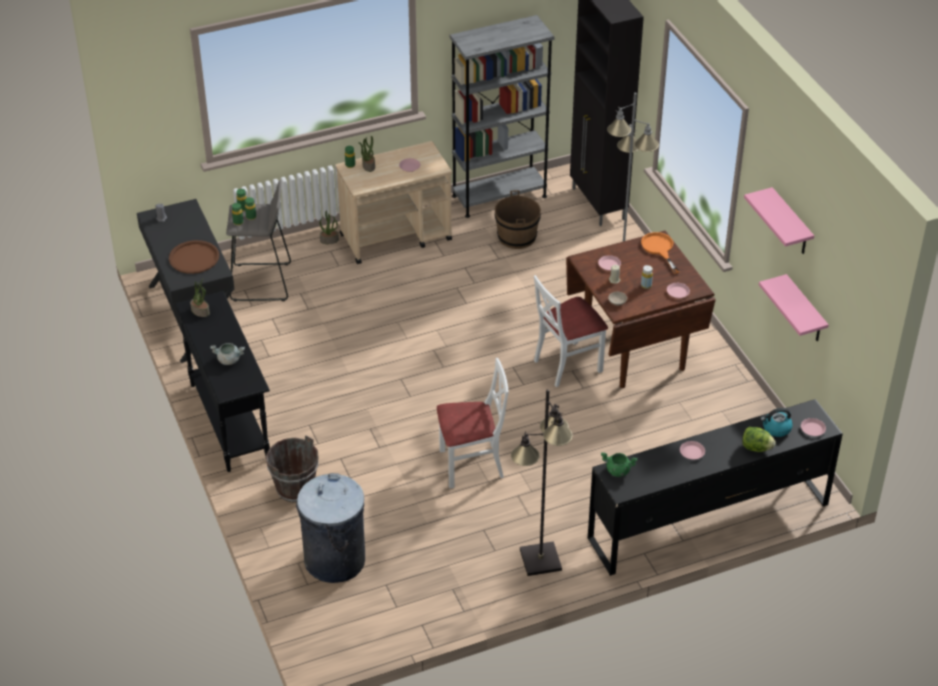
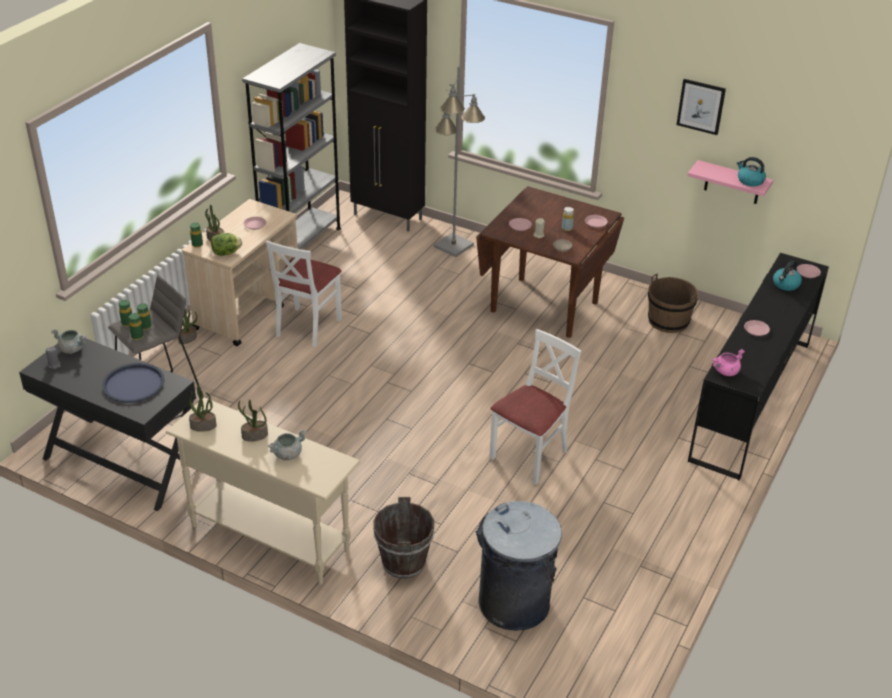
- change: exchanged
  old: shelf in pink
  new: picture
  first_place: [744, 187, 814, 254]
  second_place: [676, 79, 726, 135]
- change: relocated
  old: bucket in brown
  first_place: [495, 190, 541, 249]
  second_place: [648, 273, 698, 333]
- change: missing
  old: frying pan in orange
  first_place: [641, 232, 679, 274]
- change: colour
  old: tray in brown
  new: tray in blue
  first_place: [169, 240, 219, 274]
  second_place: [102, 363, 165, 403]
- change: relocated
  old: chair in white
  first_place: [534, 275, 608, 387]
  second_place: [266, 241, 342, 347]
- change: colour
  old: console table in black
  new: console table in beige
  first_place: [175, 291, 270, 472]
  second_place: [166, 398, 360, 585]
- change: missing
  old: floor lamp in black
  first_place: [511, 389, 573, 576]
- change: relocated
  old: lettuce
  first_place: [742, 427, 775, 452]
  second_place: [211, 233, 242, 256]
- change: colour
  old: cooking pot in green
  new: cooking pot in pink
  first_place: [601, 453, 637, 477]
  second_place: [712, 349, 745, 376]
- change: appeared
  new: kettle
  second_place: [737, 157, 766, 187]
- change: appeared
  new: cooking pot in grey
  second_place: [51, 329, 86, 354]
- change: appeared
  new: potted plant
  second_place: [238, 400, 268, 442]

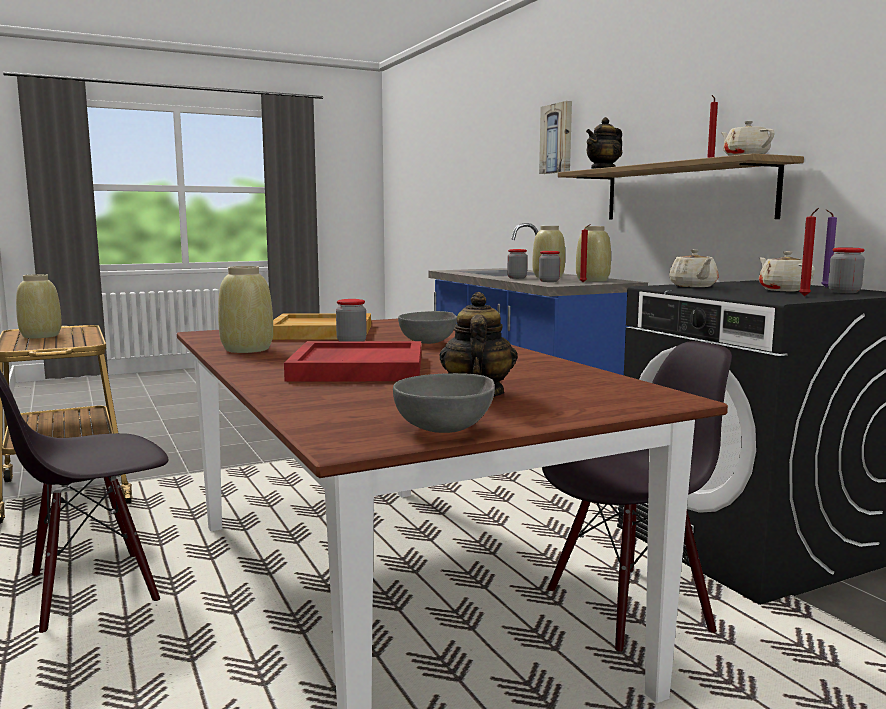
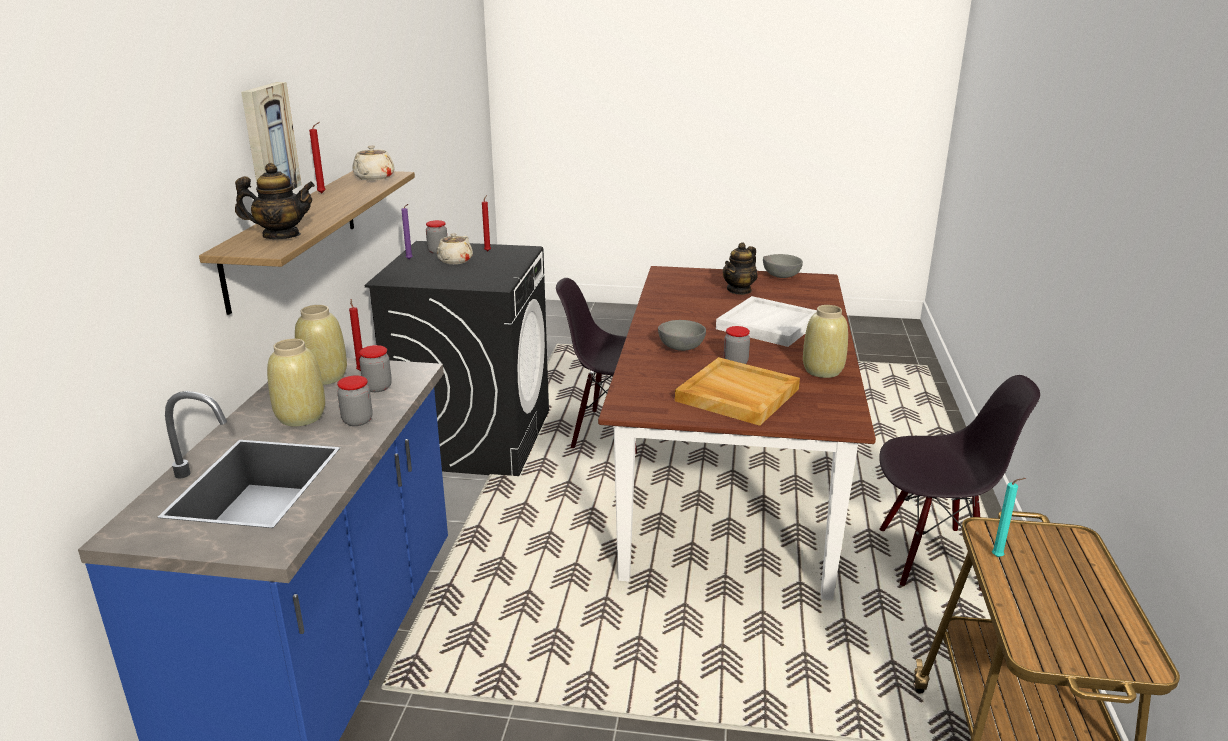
- change: relocated
  old: picture
  first_place: [539, 101, 572, 174]
  second_place: [241, 82, 301, 190]
- change: missing
  old: teapot in beige
  first_place: [669, 249, 719, 287]
- change: missing
  old: vase in beige
  first_place: [16, 274, 62, 338]
- change: colour
  old: tray in red
  new: tray in white
  first_place: [284, 341, 421, 382]
  second_place: [716, 296, 817, 347]
- change: appeared
  new: candle in turquoise
  second_place: [992, 478, 1026, 557]

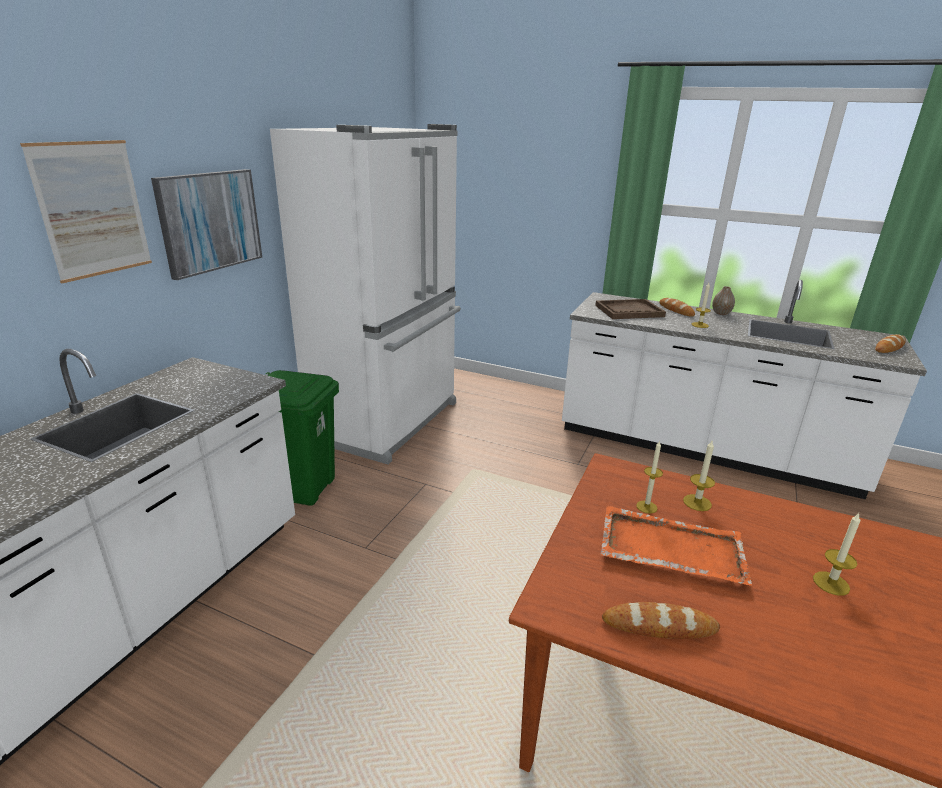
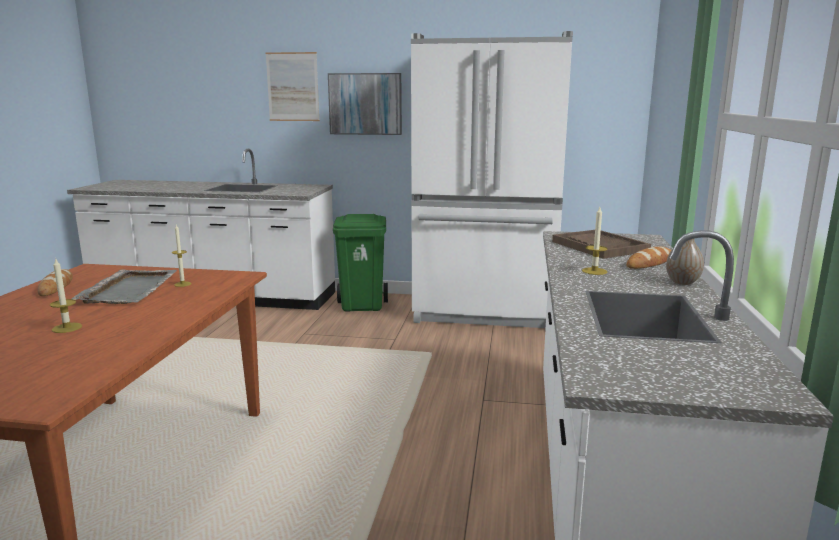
- change: missing
  old: bread
  first_place: [875, 334, 906, 353]
- change: missing
  old: candle
  first_place: [683, 439, 715, 511]
- change: colour
  old: tray in orange
  new: tray in grey
  first_place: [601, 506, 752, 586]
  second_place: [72, 269, 177, 304]

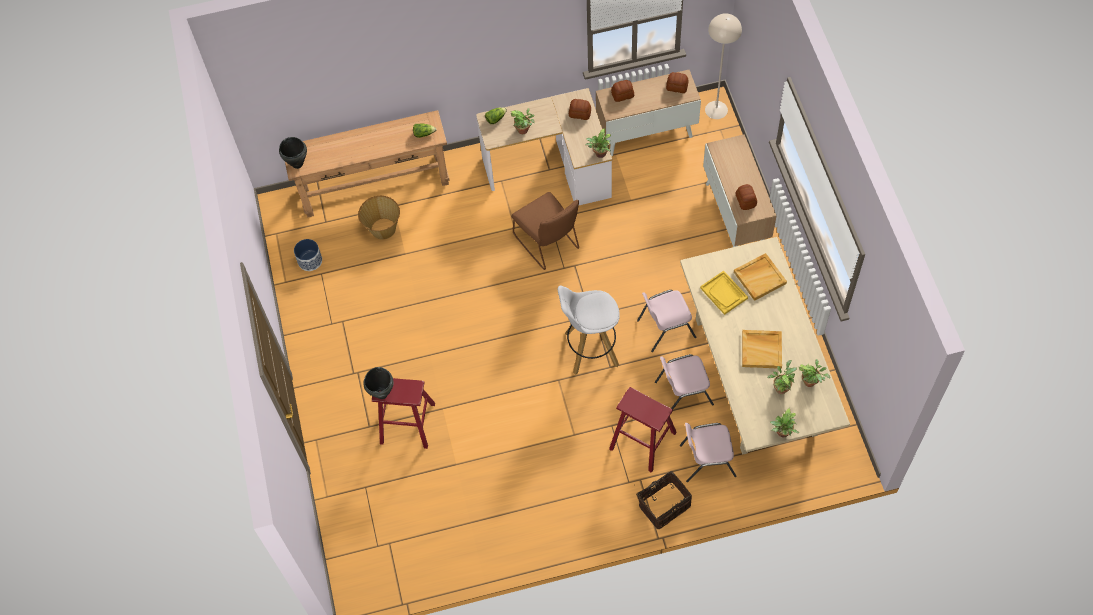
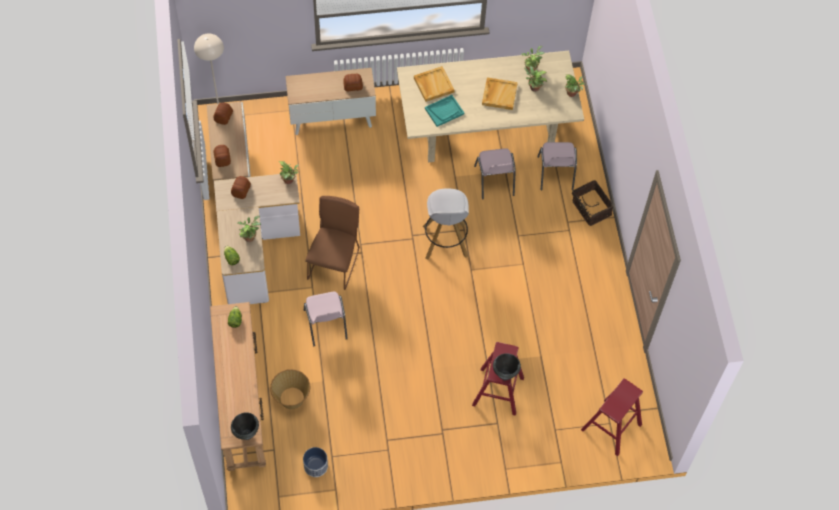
- change: spun
  old: chair in brown
  first_place: [511, 192, 579, 270]
  second_place: [305, 196, 359, 290]
  degrees: -45
- change: colour
  old: tray in yellow
  new: tray in turquoise
  first_place: [700, 271, 748, 315]
  second_place: [425, 95, 464, 127]
- change: relocated
  old: chair in pink
  first_place: [637, 290, 696, 352]
  second_place: [304, 292, 348, 346]
- change: relocated
  old: stool in red
  first_place: [609, 387, 677, 473]
  second_place: [581, 378, 643, 456]

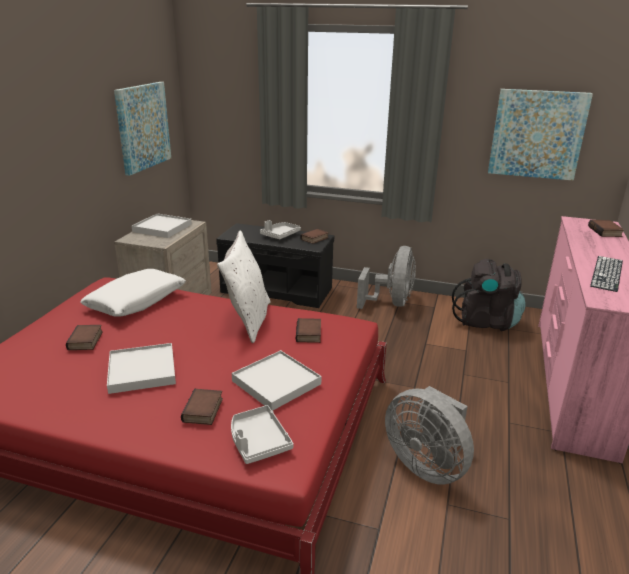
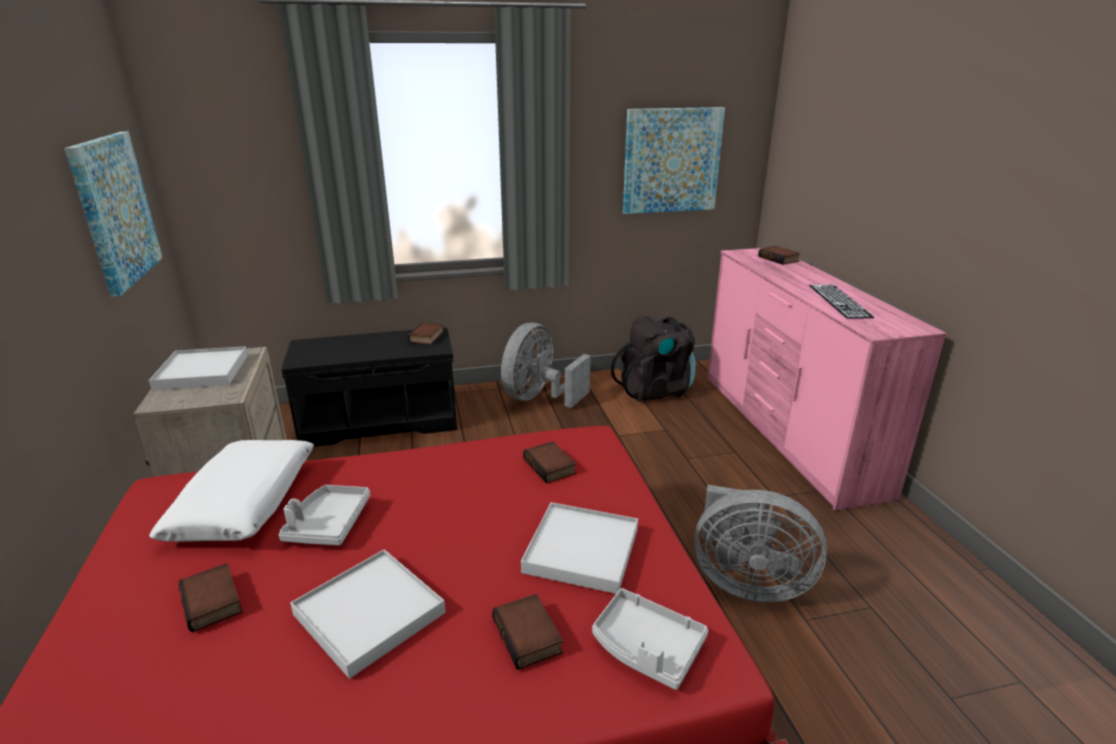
- change: relocated
  old: tray in grey
  first_place: [260, 220, 301, 239]
  second_place: [279, 485, 370, 545]
- change: missing
  old: pillow in white
  first_place: [217, 231, 270, 343]
- change: spun
  old: fan in grey
  first_place: [357, 246, 416, 309]
  second_place: [501, 323, 591, 408]
  degrees: -135

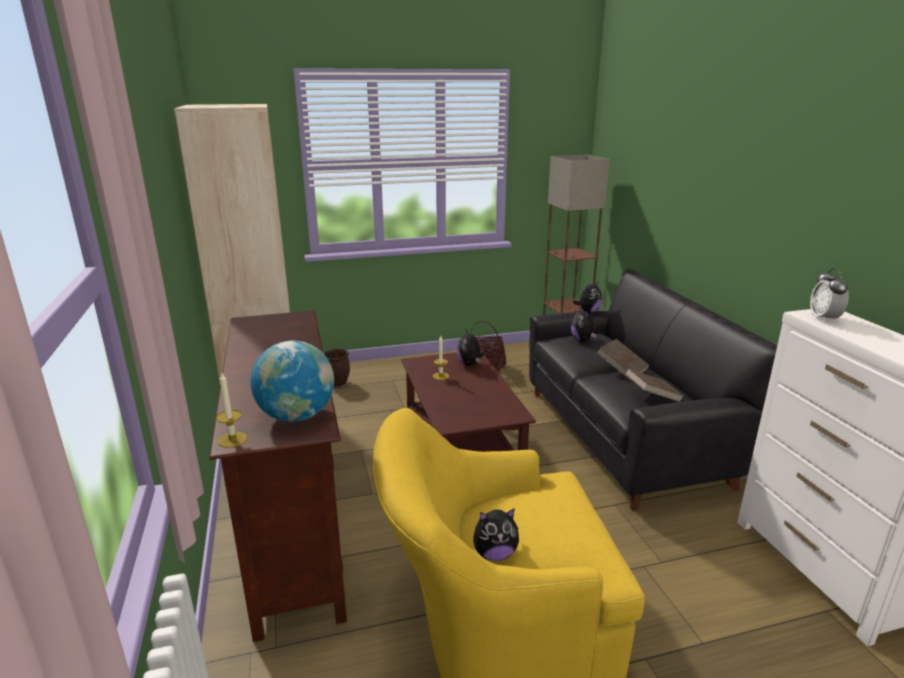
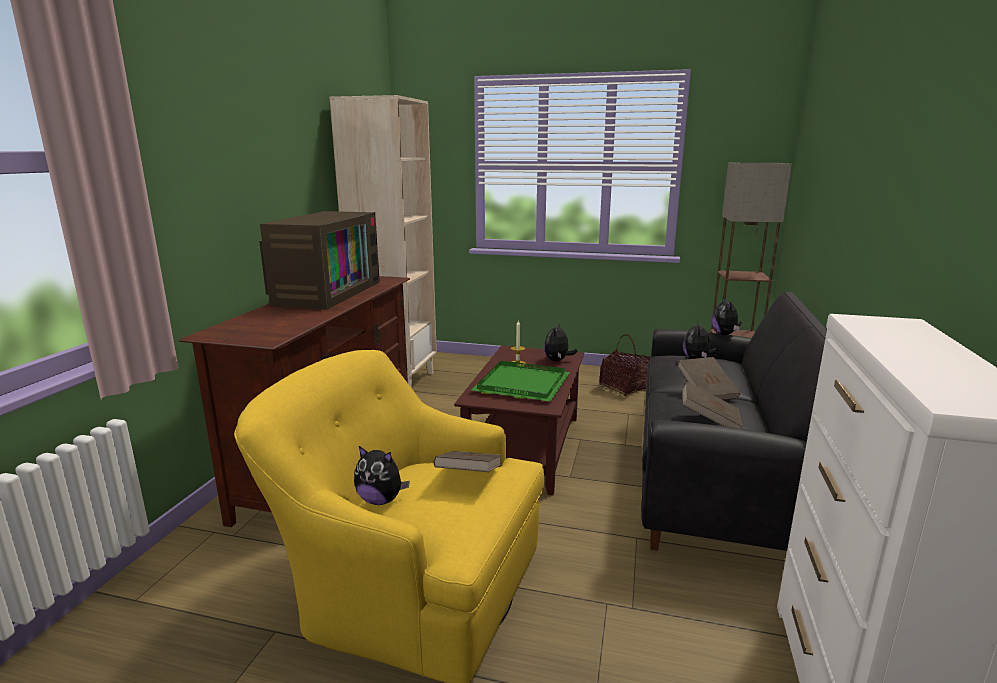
- change: missing
  old: alarm clock
  first_place: [810, 268, 849, 322]
- change: spun
  old: plush toy
  first_place: [573, 281, 602, 313]
  second_place: [712, 297, 742, 335]
  degrees: 105
- change: missing
  old: globe
  first_place: [250, 341, 334, 422]
- change: missing
  old: planter in brown
  first_place: [324, 348, 350, 386]
- change: missing
  old: candle
  first_place: [216, 373, 248, 448]
- change: appeared
  new: television
  second_place: [259, 211, 380, 309]
- change: appeared
  new: tray in green
  second_place: [471, 361, 570, 402]
- change: appeared
  new: book in brown
  second_place: [433, 451, 502, 472]

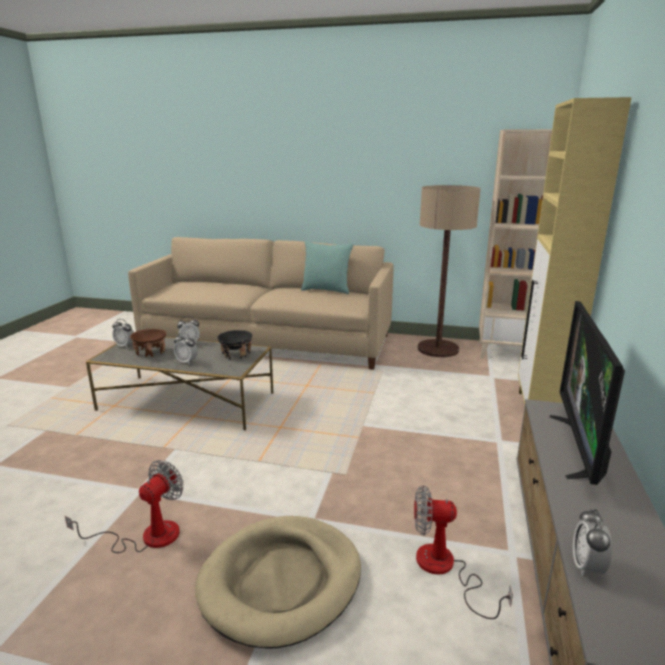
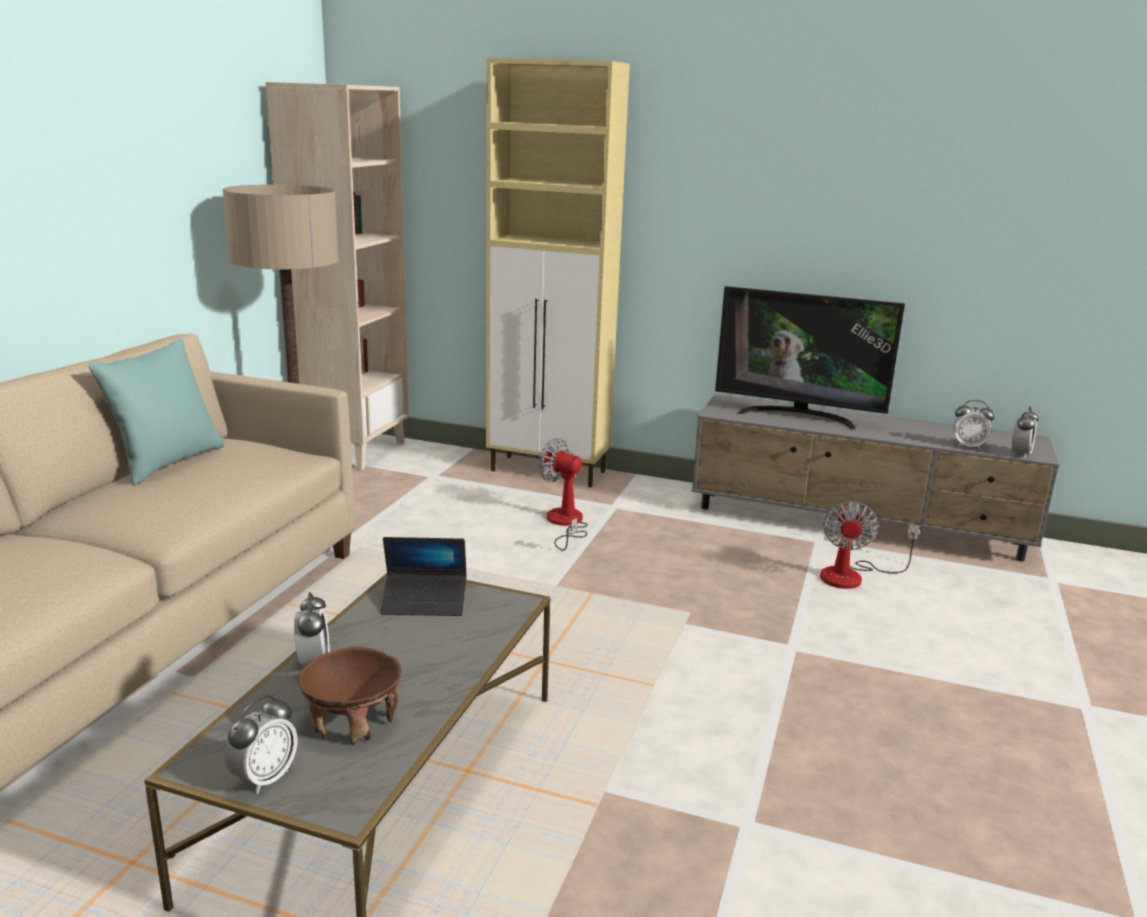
- change: exchanged
  old: bowl in black
  new: laptop
  first_place: [218, 330, 252, 360]
  second_place: [380, 537, 467, 616]
- change: relocated
  old: alarm clock
  first_place: [174, 333, 198, 365]
  second_place: [1012, 407, 1039, 459]
- change: relocated
  old: fan
  first_place: [65, 460, 184, 553]
  second_place: [539, 438, 588, 551]
- change: missing
  old: dog bed in beige
  first_place: [195, 516, 361, 649]

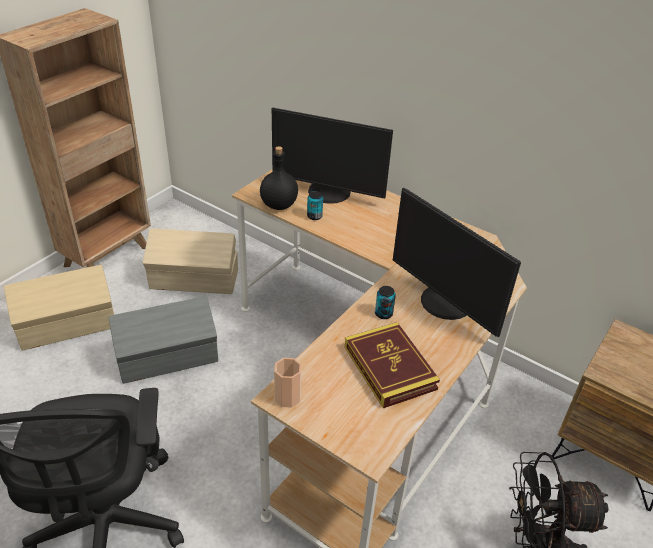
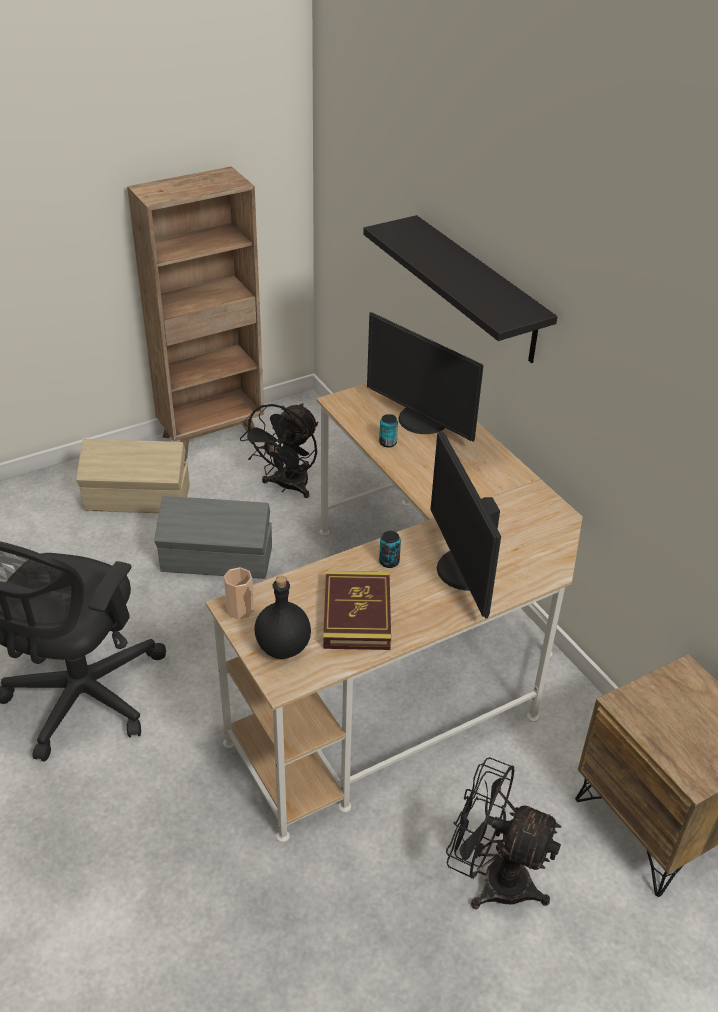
- change: relocated
  old: bottle in black
  first_place: [260, 146, 298, 210]
  second_place: [254, 576, 311, 659]
- change: exchanged
  old: storage box in beige
  new: fan in black
  first_place: [143, 228, 238, 294]
  second_place: [240, 403, 318, 498]
- change: appeared
  new: shelf in black
  second_place: [363, 215, 557, 363]

